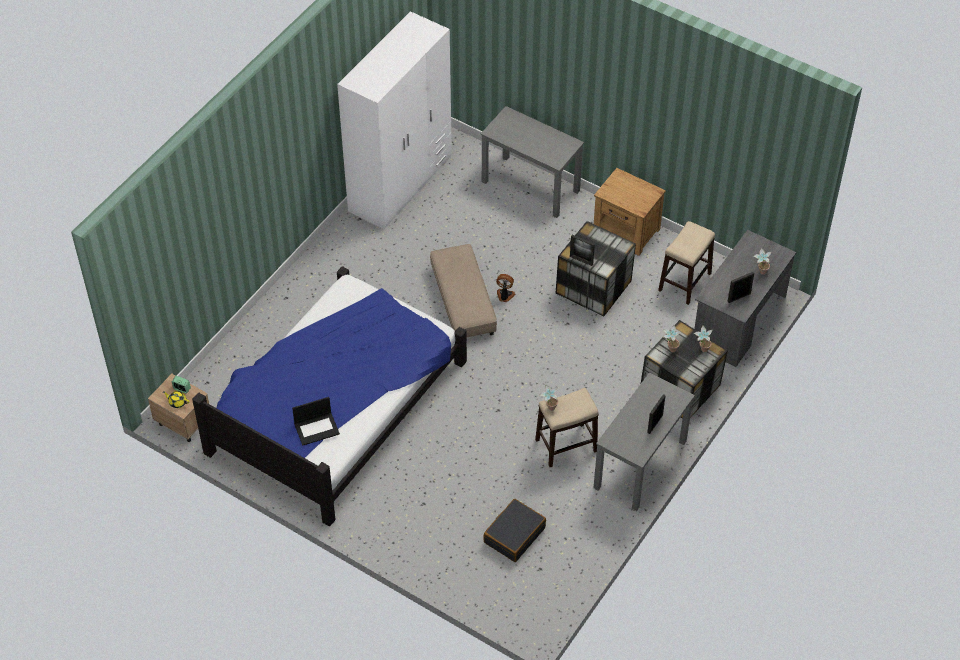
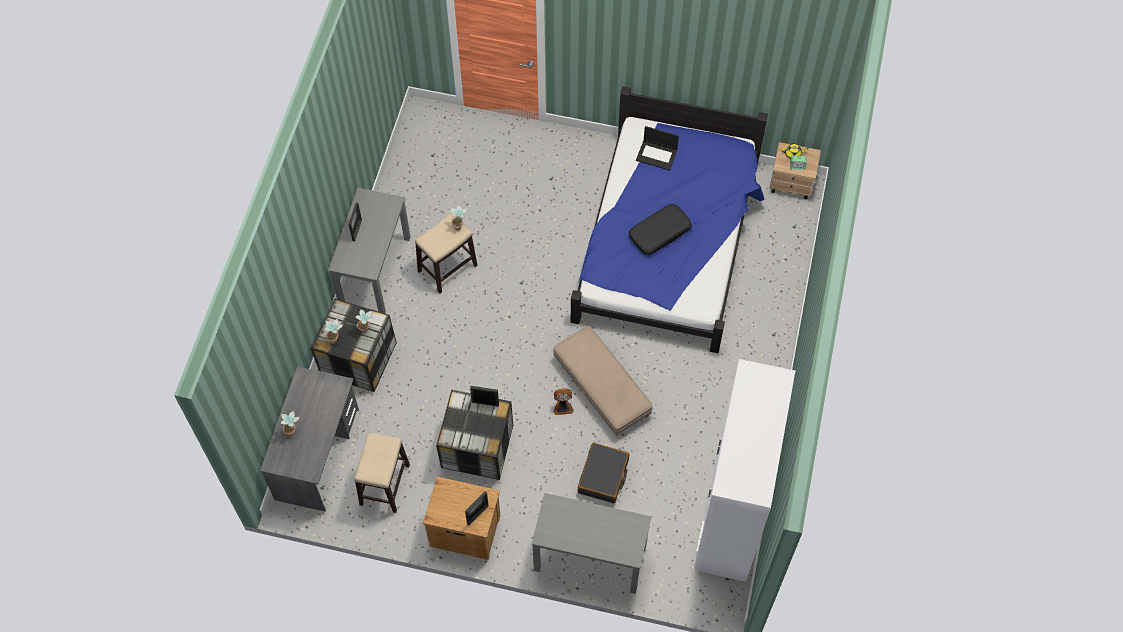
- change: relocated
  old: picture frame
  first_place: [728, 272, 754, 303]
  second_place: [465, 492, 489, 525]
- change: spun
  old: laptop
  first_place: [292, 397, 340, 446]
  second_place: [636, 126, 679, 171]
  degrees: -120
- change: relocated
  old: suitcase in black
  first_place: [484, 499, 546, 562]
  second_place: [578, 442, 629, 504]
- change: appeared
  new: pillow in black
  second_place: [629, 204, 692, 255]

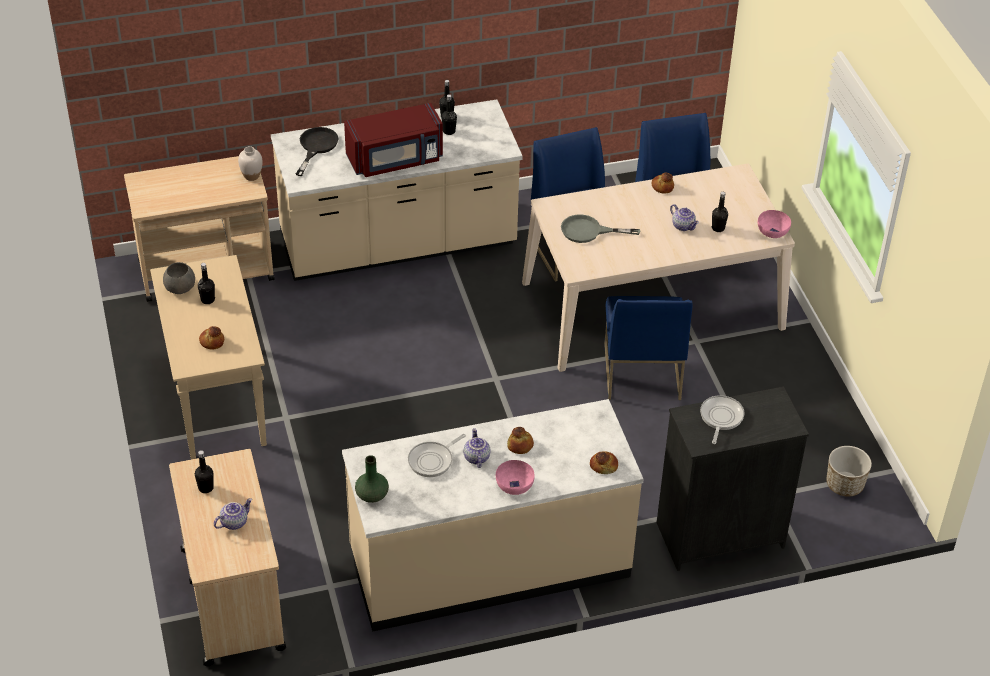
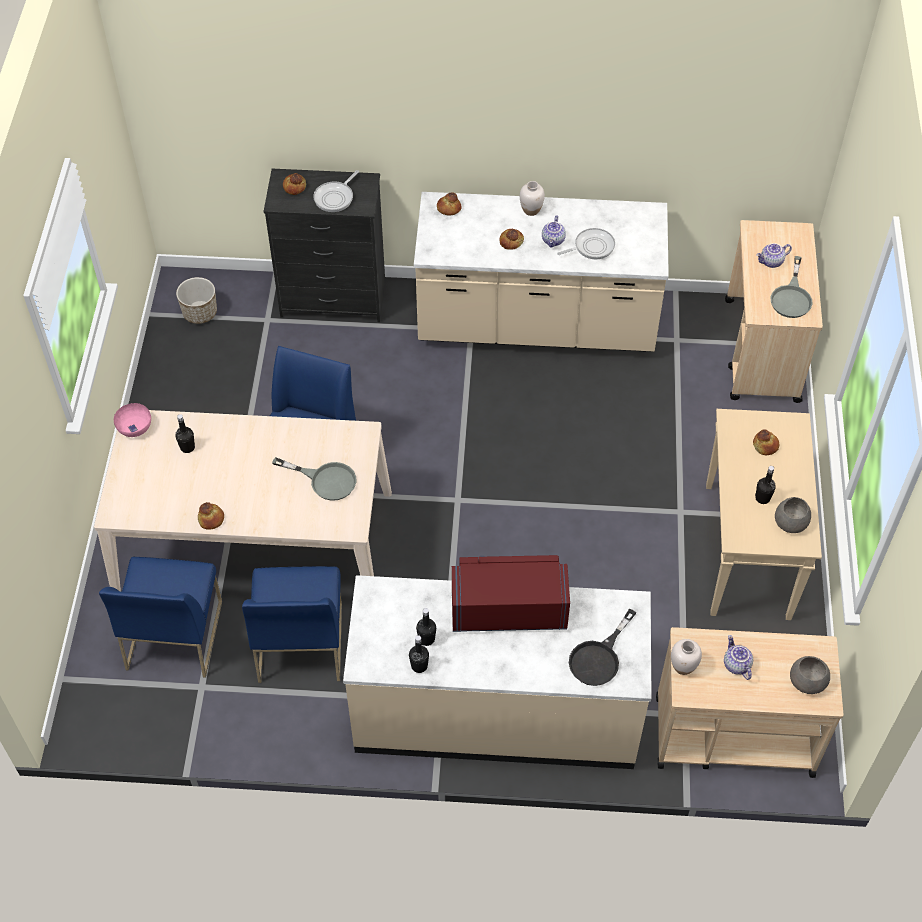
- change: relocated
  old: teapot
  first_place: [670, 204, 699, 231]
  second_place: [724, 635, 753, 680]
- change: exchanged
  old: bottle in black
  new: frying pan in grey
  first_place: [195, 450, 214, 493]
  second_place: [771, 256, 813, 318]
- change: missing
  old: vase in green
  first_place: [355, 455, 389, 503]
- change: exchanged
  old: bowl in pink
  new: vase in white
  first_place: [496, 460, 535, 495]
  second_place: [520, 181, 545, 216]
- change: appeared
  new: bread
  second_place: [283, 173, 306, 195]
- change: appeared
  new: bowl in grey
  second_place: [790, 656, 830, 694]

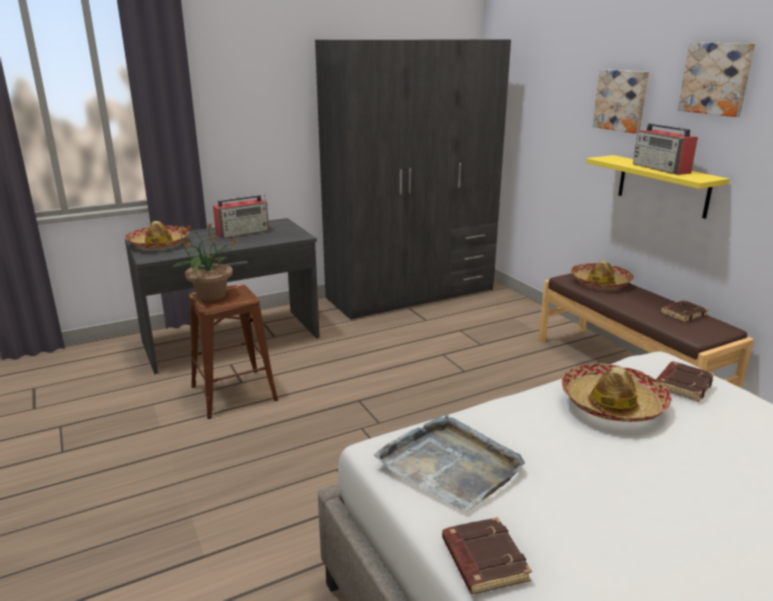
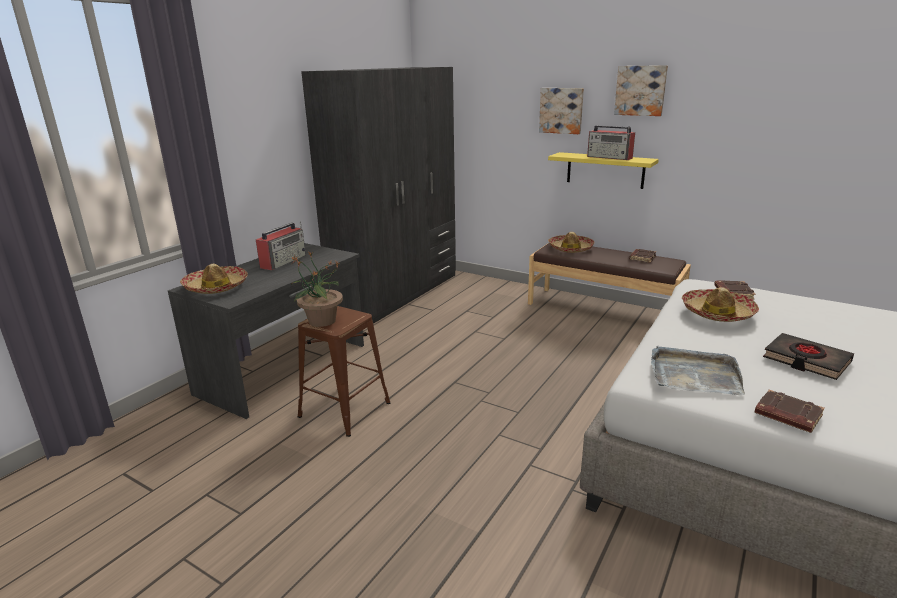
- change: appeared
  new: book in black
  second_place: [763, 333, 854, 380]

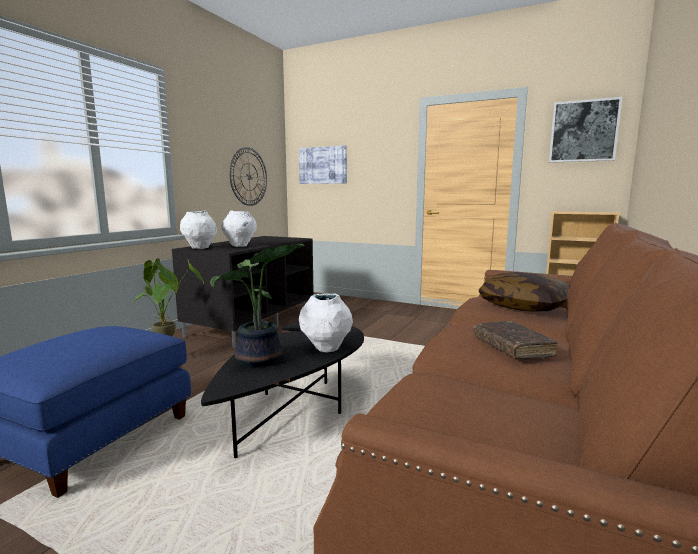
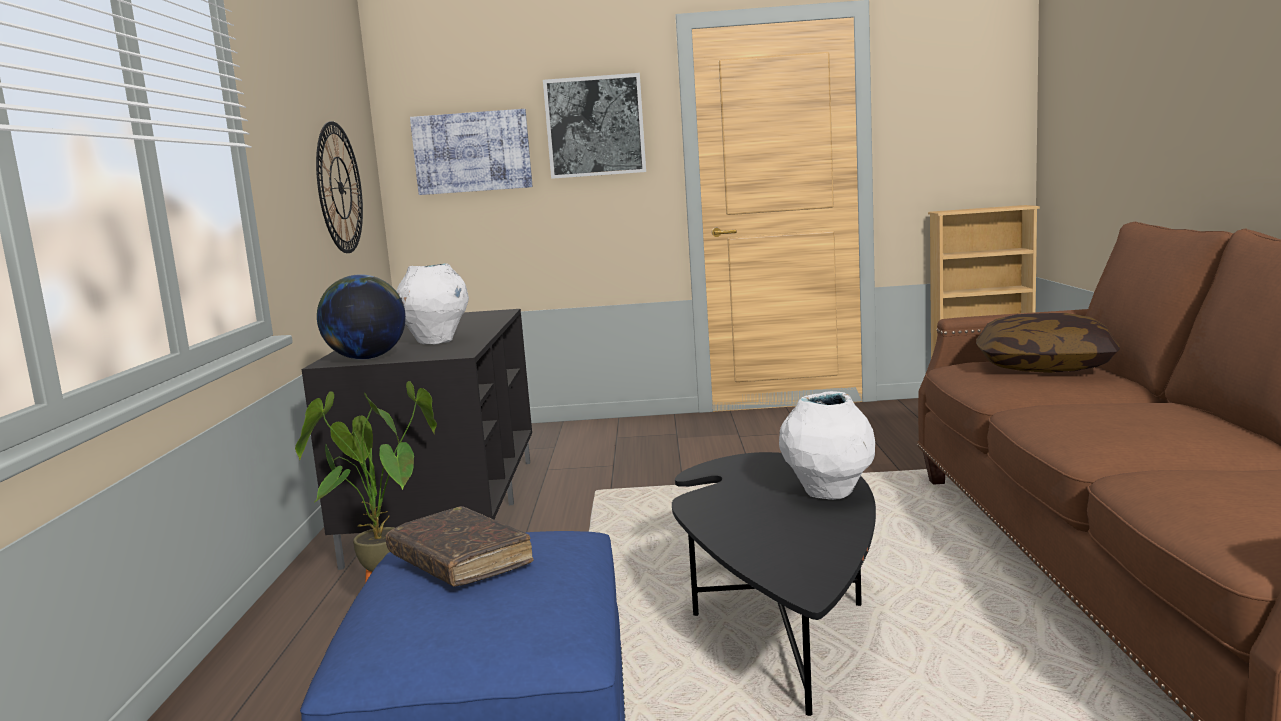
- change: relocated
  old: picture
  first_place: [549, 97, 622, 163]
  second_place: [543, 73, 646, 179]
- change: exchanged
  old: vase in white
  new: globe
  first_place: [180, 211, 217, 249]
  second_place: [317, 274, 406, 359]
- change: missing
  old: potted plant
  first_place: [210, 244, 305, 367]
- change: relocated
  old: book in brown
  first_place: [473, 321, 557, 359]
  second_place: [386, 506, 534, 587]

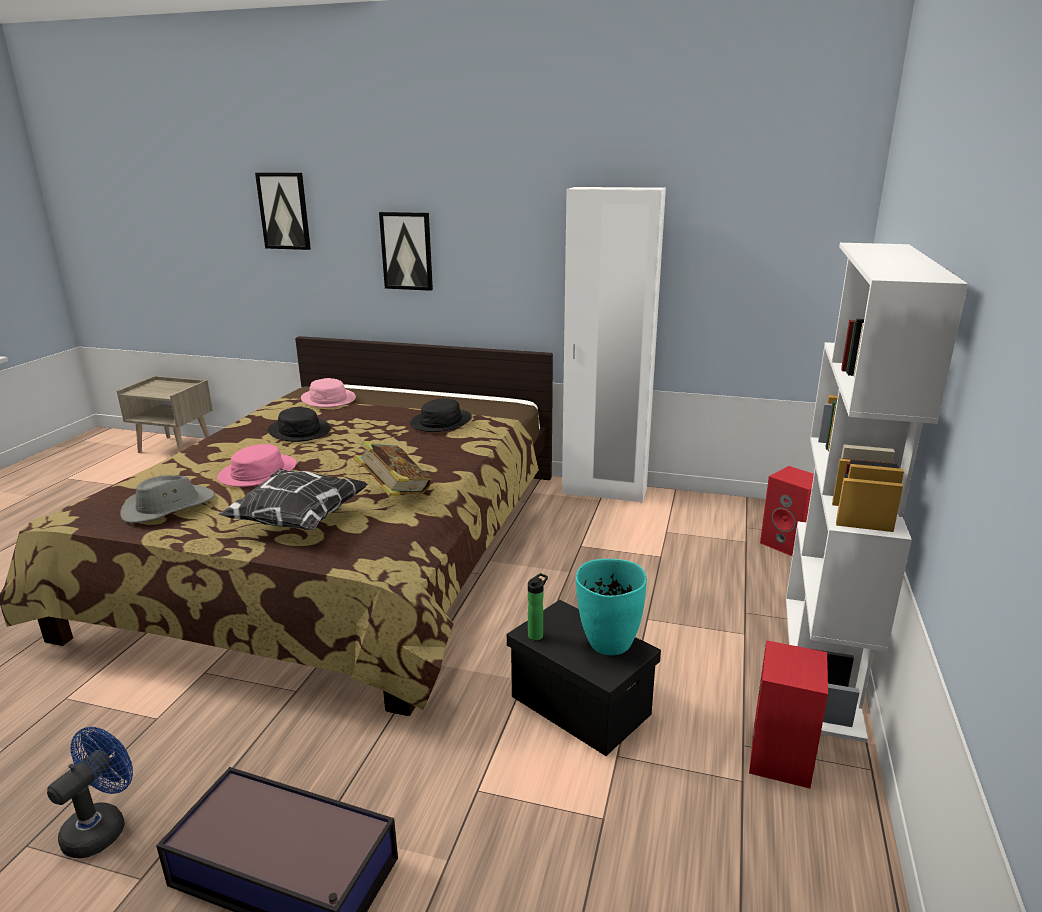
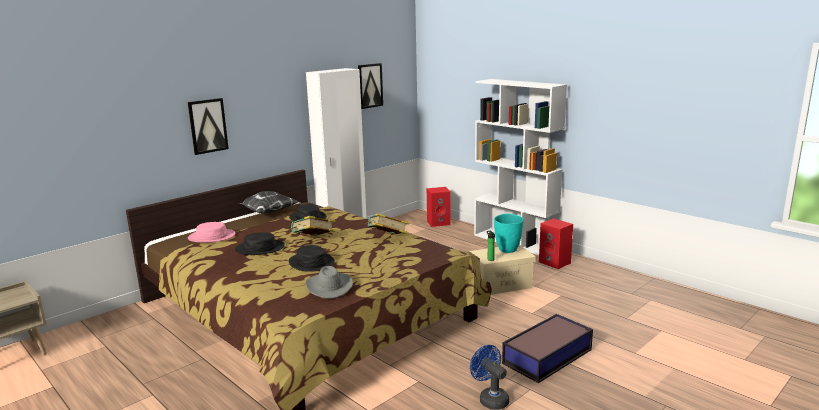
- change: relocated
  old: picture
  first_place: [255, 173, 311, 250]
  second_place: [358, 63, 383, 109]
- change: colour
  old: hat in pink
  new: hat in black
  first_place: [217, 444, 297, 487]
  second_place: [289, 245, 335, 272]
- change: relocated
  old: pillow
  first_place: [218, 468, 368, 530]
  second_place: [238, 191, 298, 213]
- change: colour
  old: storage box in black
  new: storage box in beige
  first_place: [507, 600, 661, 756]
  second_place: [469, 244, 536, 295]
- change: appeared
  new: book
  second_place: [291, 216, 336, 236]

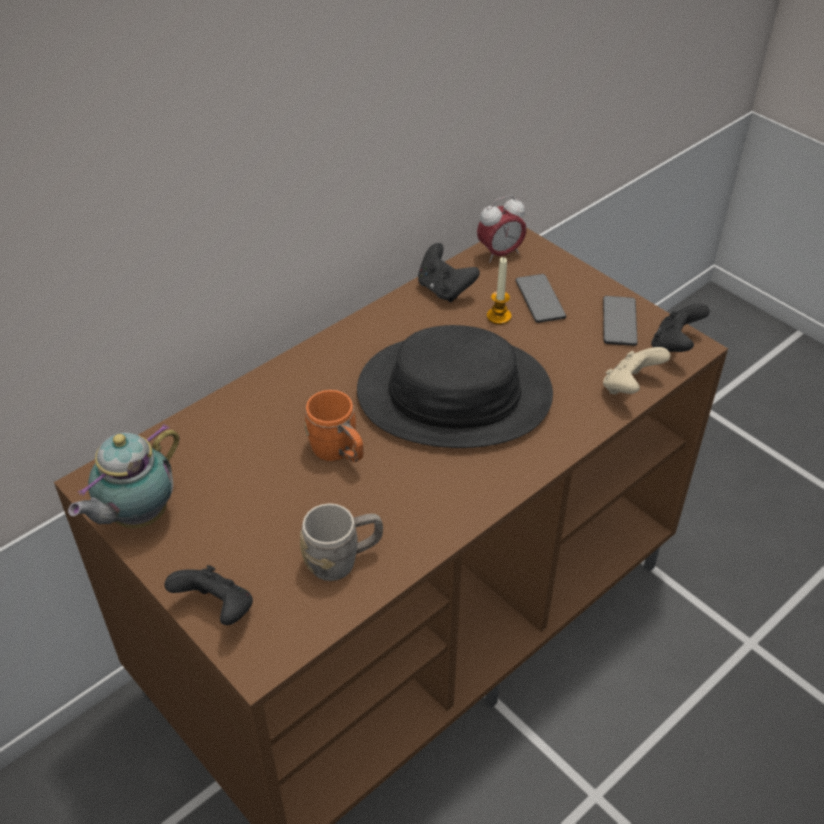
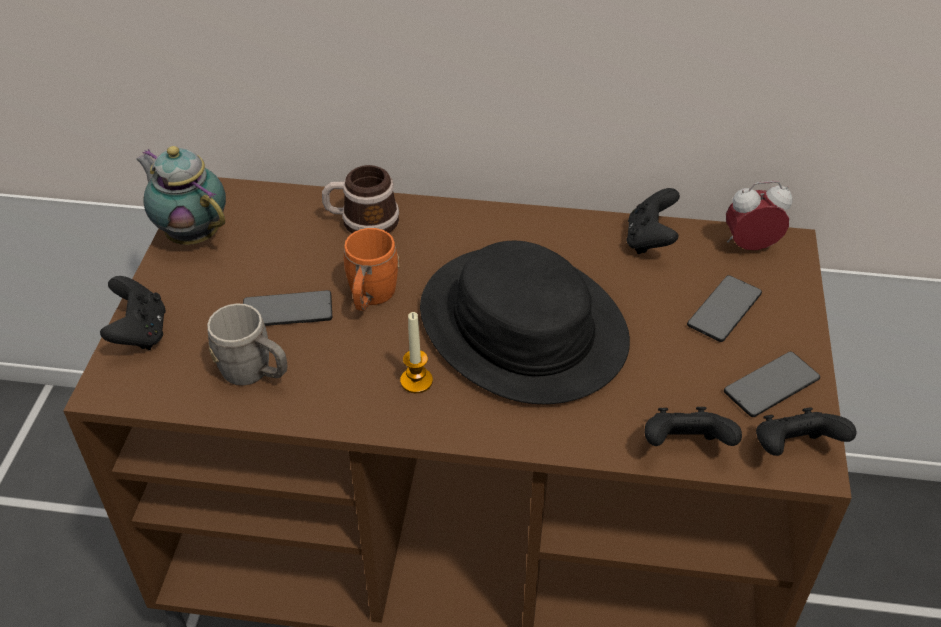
- change: spun
  old: alarm clock
  first_place: [477, 195, 527, 263]
  second_place: [726, 181, 793, 250]
  degrees: 150
- change: relocated
  old: candle
  first_place: [487, 257, 512, 325]
  second_place: [400, 312, 433, 393]
- change: colour
  old: game controller in beige
  new: game controller in black
  first_place: [603, 347, 670, 394]
  second_place: [645, 407, 742, 446]
- change: spun
  old: teapot
  first_place: [68, 424, 179, 528]
  second_place: [136, 146, 226, 245]
  degrees: 45
- change: appeared
  new: mug
  second_place: [322, 165, 399, 233]
- change: appeared
  new: phone
  second_place: [243, 290, 332, 326]

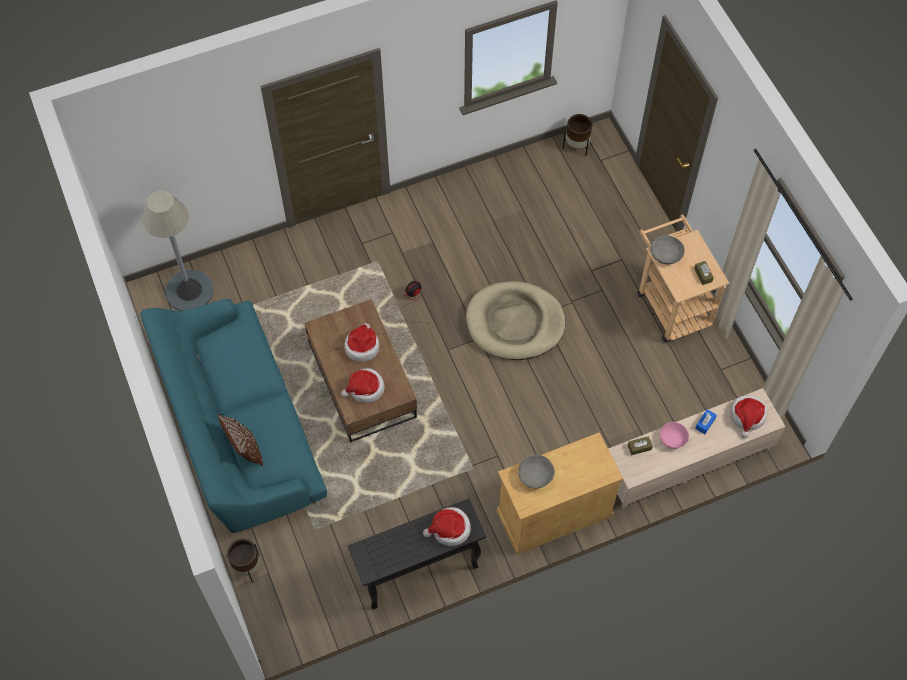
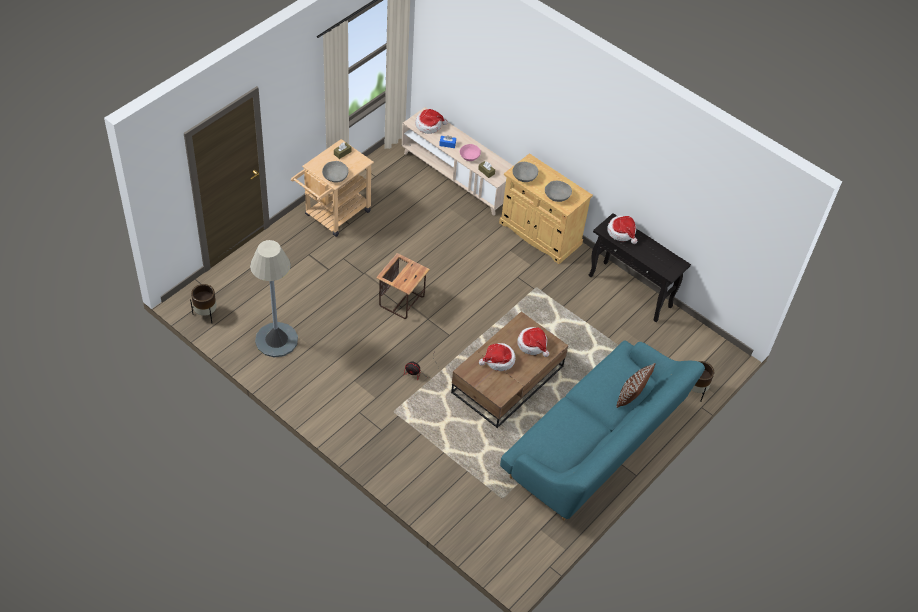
- change: relocated
  old: floor lamp in grey
  first_place: [143, 190, 214, 311]
  second_place: [250, 240, 298, 357]
- change: exchanged
  old: dog bed in beige
  new: side table
  first_place: [466, 281, 566, 360]
  second_place: [376, 253, 430, 319]
- change: appeared
  new: bowl in grey
  second_place: [513, 162, 538, 182]

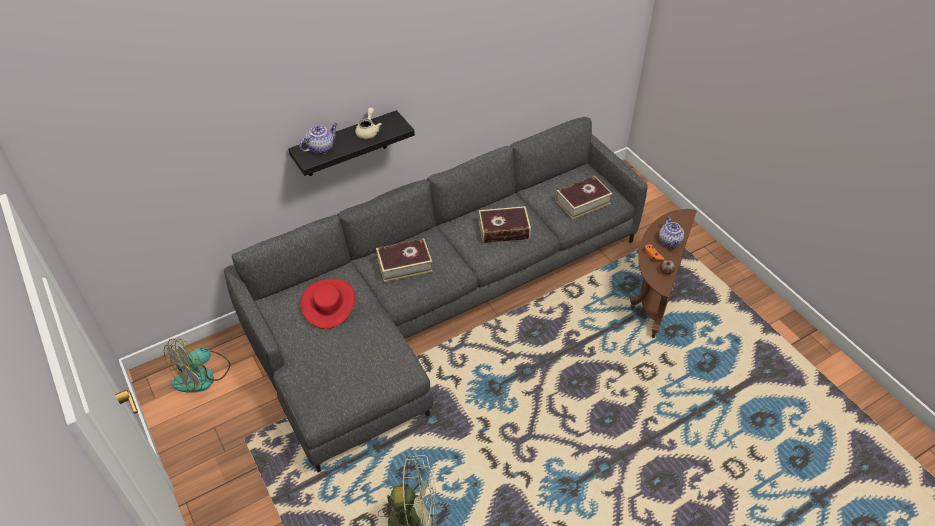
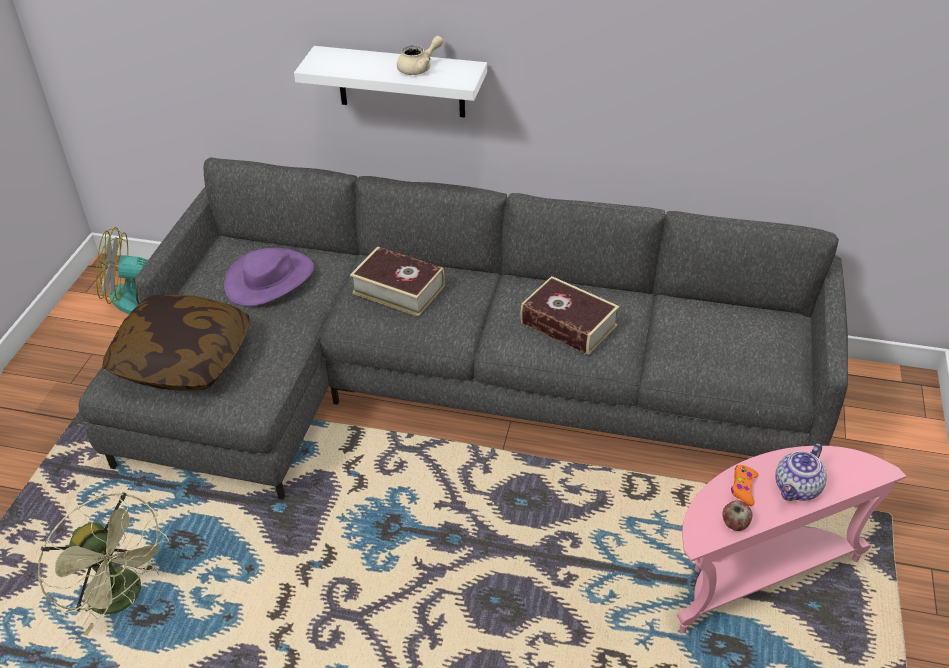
- change: colour
  old: shelf in black
  new: shelf in white
  first_place: [288, 110, 415, 176]
  second_place: [294, 46, 487, 118]
- change: missing
  old: teapot
  first_place: [300, 123, 337, 154]
- change: missing
  old: book
  first_place: [556, 176, 613, 219]
- change: colour
  old: side table in brown
  new: side table in pink
  first_place: [630, 209, 697, 338]
  second_place: [677, 446, 907, 633]
- change: colour
  old: hat in red
  new: hat in purple
  first_place: [301, 279, 355, 329]
  second_place: [224, 248, 314, 306]
- change: appeared
  new: pillow
  second_place: [102, 294, 249, 390]

